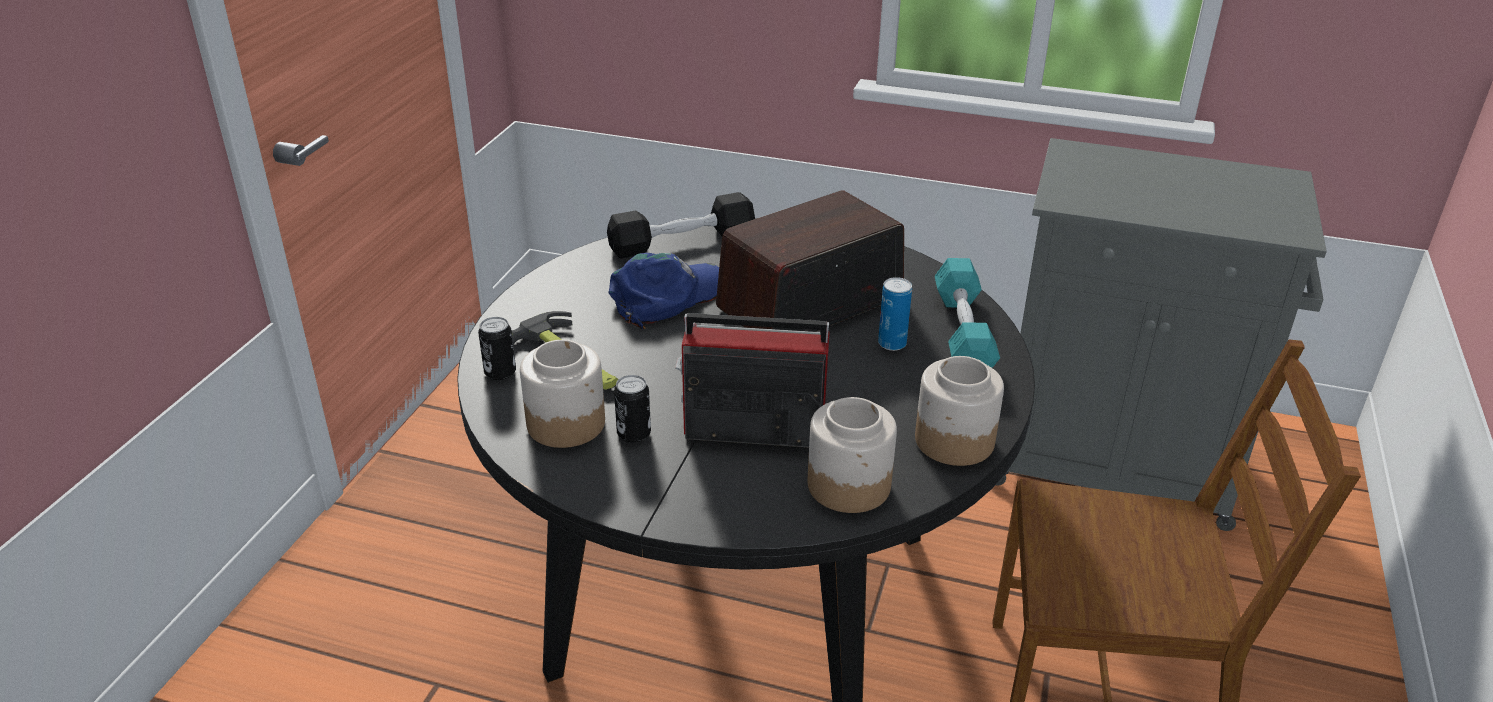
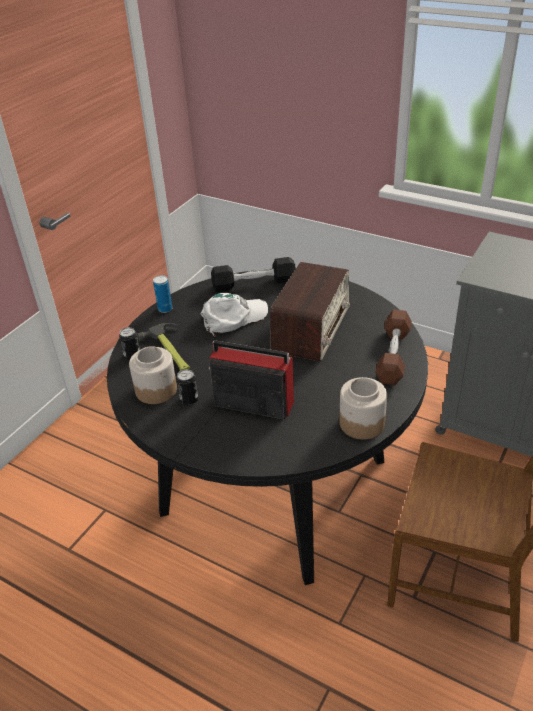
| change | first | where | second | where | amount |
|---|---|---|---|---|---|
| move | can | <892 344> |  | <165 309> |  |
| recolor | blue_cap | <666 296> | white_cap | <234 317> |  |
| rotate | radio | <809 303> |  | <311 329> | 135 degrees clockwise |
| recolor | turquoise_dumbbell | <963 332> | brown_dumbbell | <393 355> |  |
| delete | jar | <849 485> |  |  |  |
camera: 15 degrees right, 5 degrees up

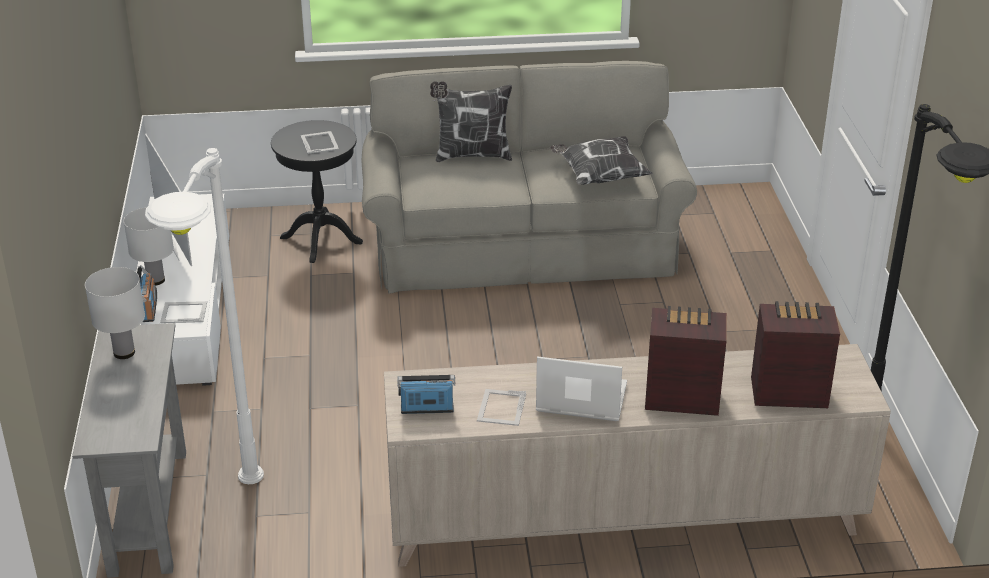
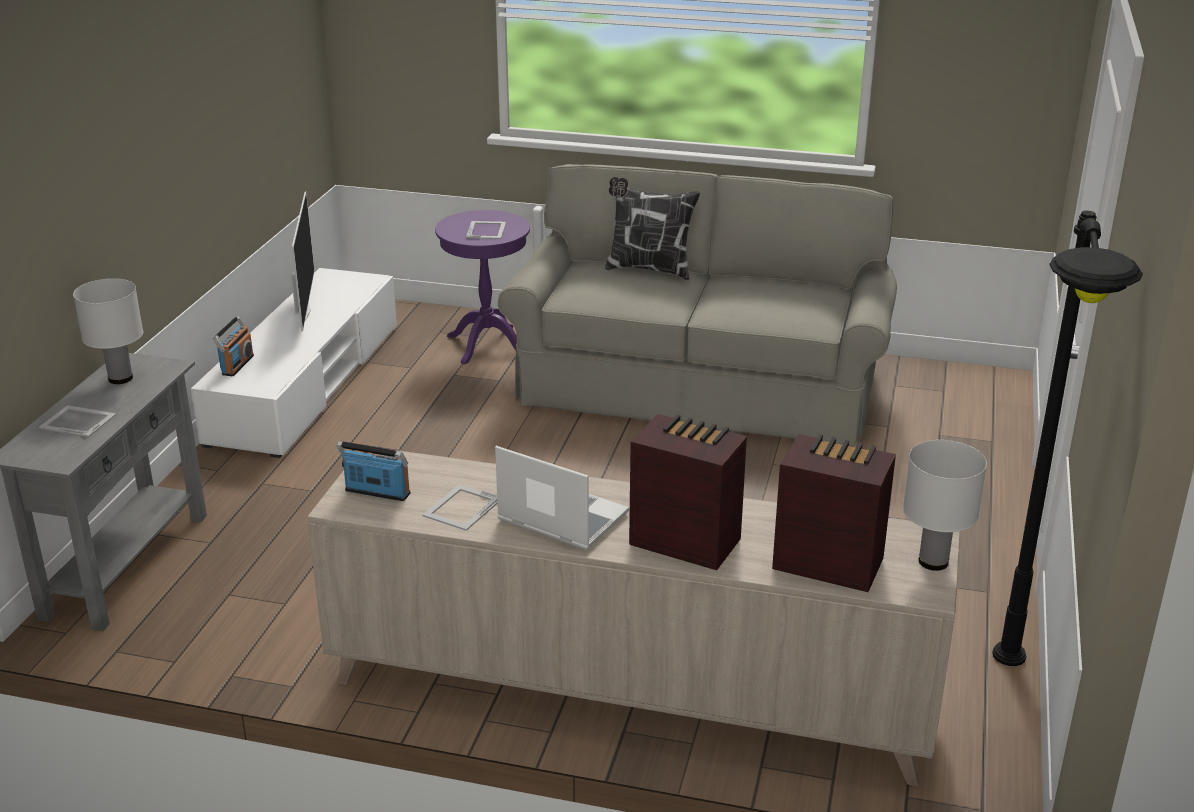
| change | first | where | second | where | amount |
|---|---|---|---|---|---|
| move | picture_frame | <183 312> |  | <77 421> |  |
| recolor | black_side_table | <321 240> | purple_side_table | <487 345> |  |
| move | white_table_lamp | <156 280> |  | <933 562> |  |
| delete | white_floor_lamp | <233 532> |  |  |  |
| delete | pillow | <599 176> |  |  |  |
camera: 20 degrees right, 5 degrees down

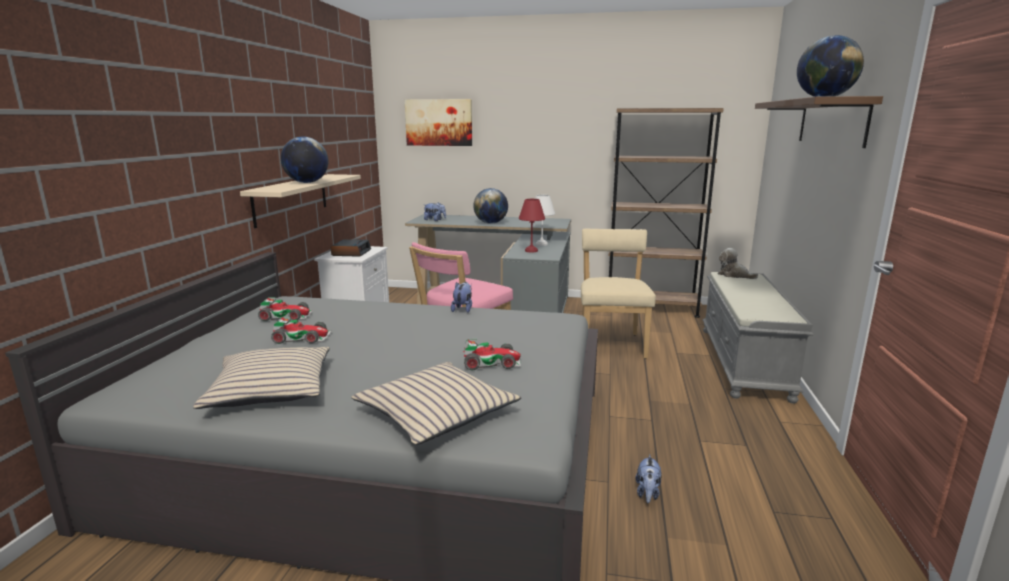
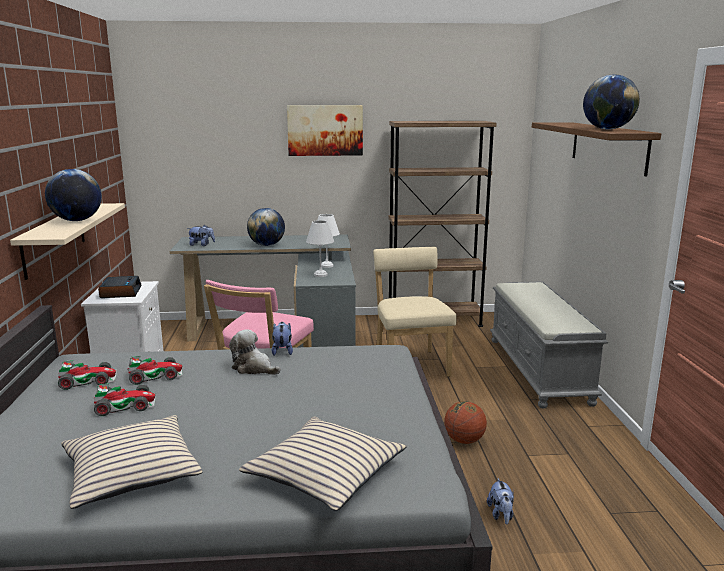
| change | first | where | second | where | amount |
|---|---|---|---|---|---|
| move | toy_car | <491 362> |  | <155 375> |  |
| move | plush_toy | <734 275> |  | <254 368> |  |
| move | picture | <439 122> |  | <325 130> |  |
| recolor | red_table_lamp | <531 251> | white_table_lamp | <321 275> |  |
| insert |  |  | basketball | <464 440> |  |
camera: 15 degrees left, 0 degrees up

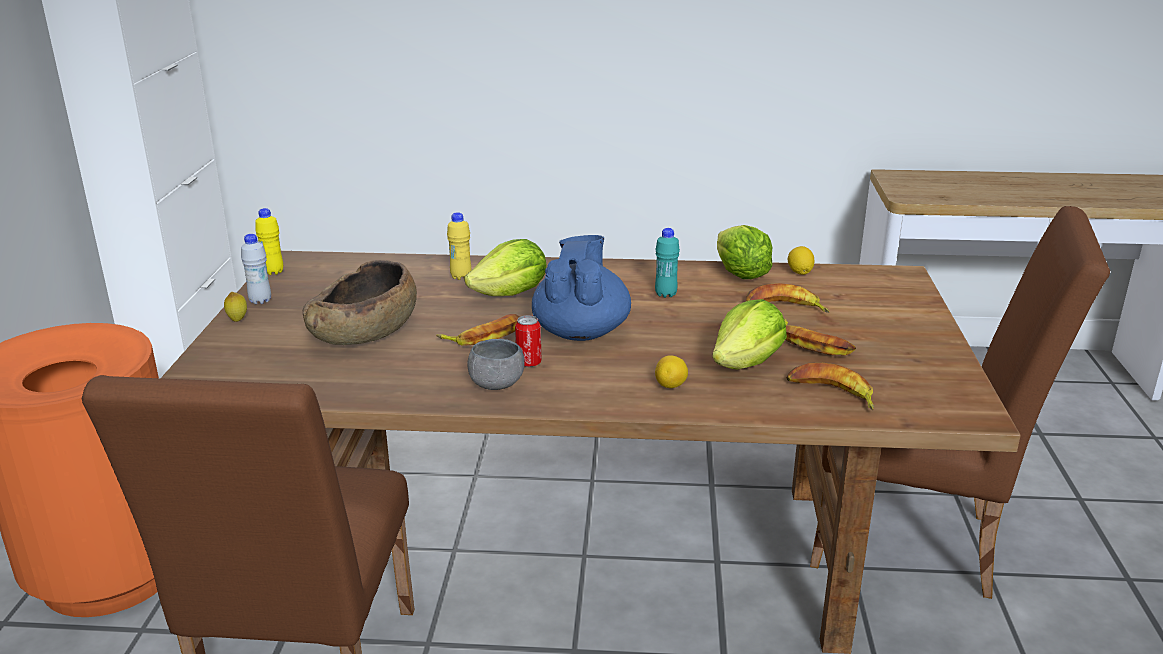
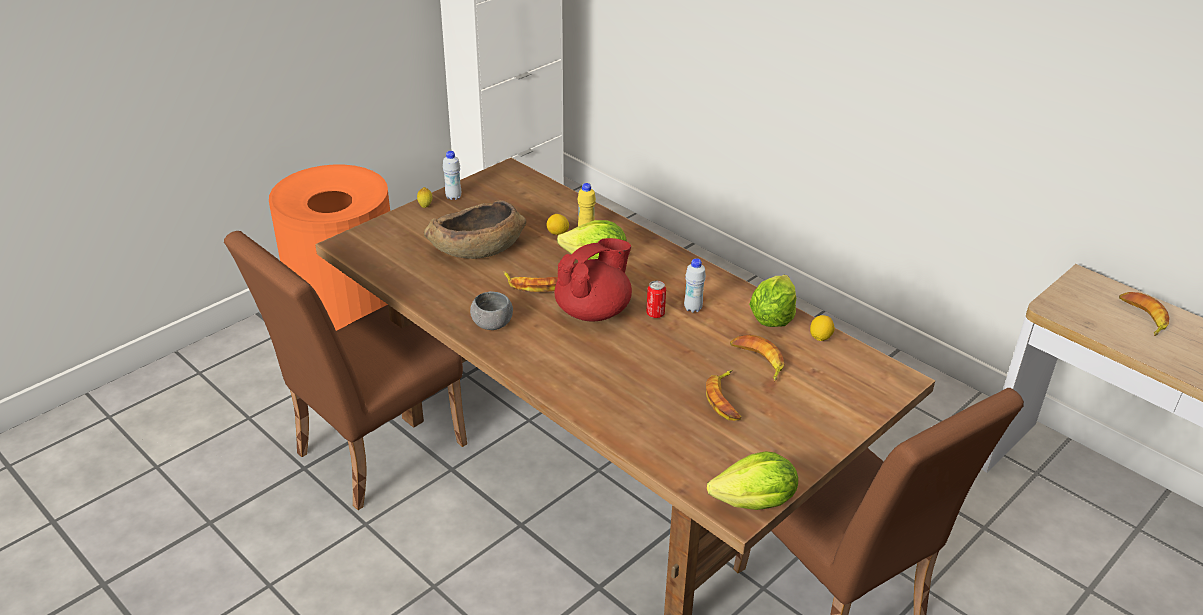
| change | first | where | second | where | amount |
|---|---|---|---|---|---|
| move | lemon | <671 386> |  | <558 233> |  |
| recolor | blue_teapot | <581 331> | red_teapot | <594 311> |  |
| move | can | <528 363> |  | <655 314> |  |
| recolor | turquoise_bottle | <665 294> | white_bottle | <693 308> |  |
| move | lettuce | <747 363> |  | <755 503> |  |
| move | banana | <831 393> |  | <1142 317> |  |
| delete | yellow_bottle | <273 272> |  |  |  |
camera: 40 degrees right, 10 degrees up

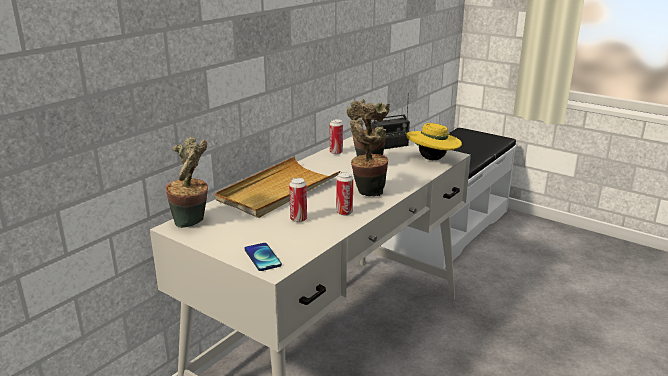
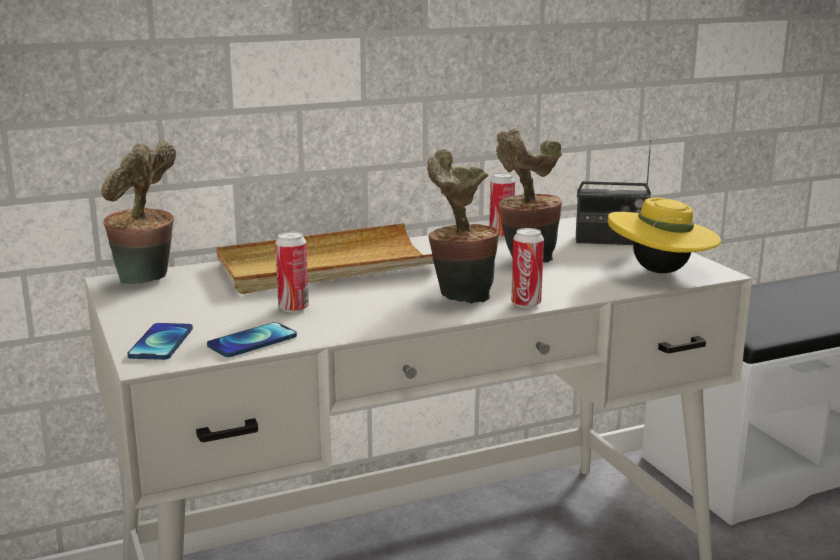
| change | first | where | second | where | amount |
|---|---|---|---|---|---|
| insert |  |  | phone | <252 341> |  |
| move | can | <344 213> |  | <526 304> |  |
camera: 30 degrees right, 5 degrees down

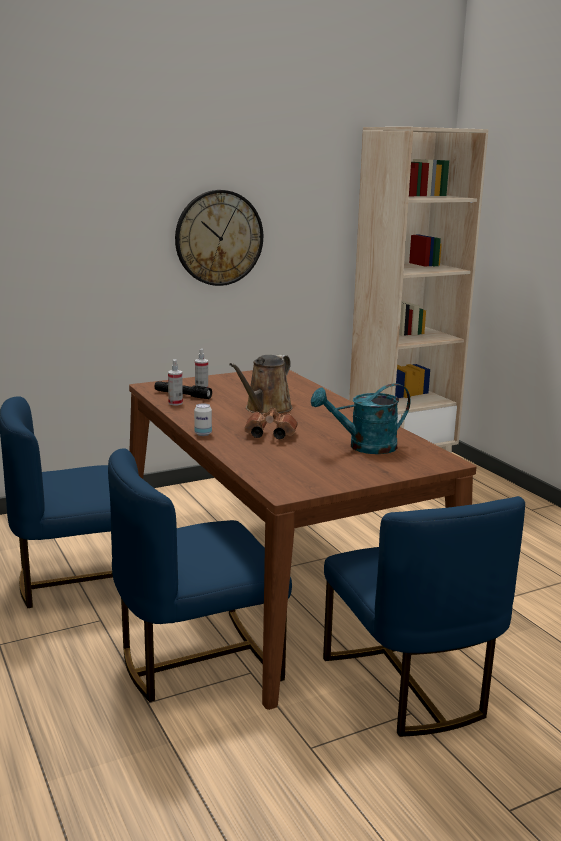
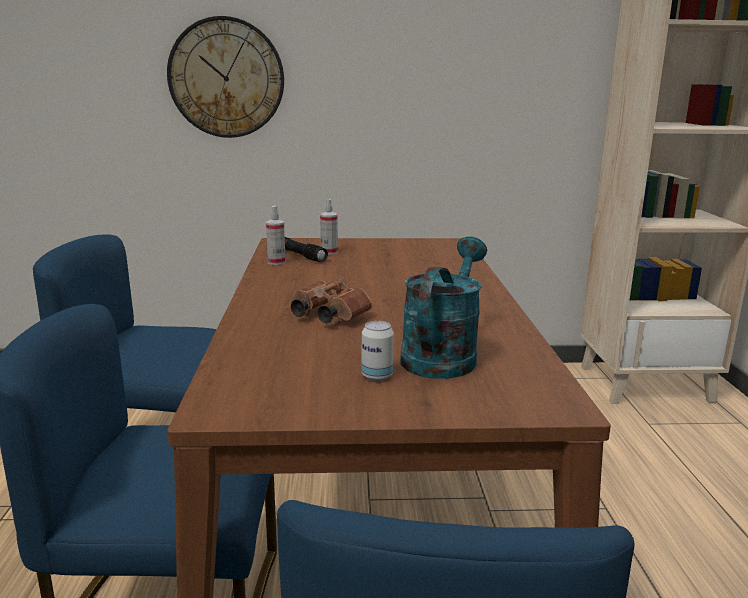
| change | first | where | second | where | amount |
|---|---|---|---|---|---|
| move | wall_clock | <219 238> |  | <226 78> |  |
| move | can | <203 434> |  | <377 376> |  |
| rotate | turquoise_watering_can | <364 447> |  | <442 355> | 105 degrees clockwise |
| delete | brown_watering_can | <266 409> |  |  |  |
camera: 25 degrees right, 0 degrees up

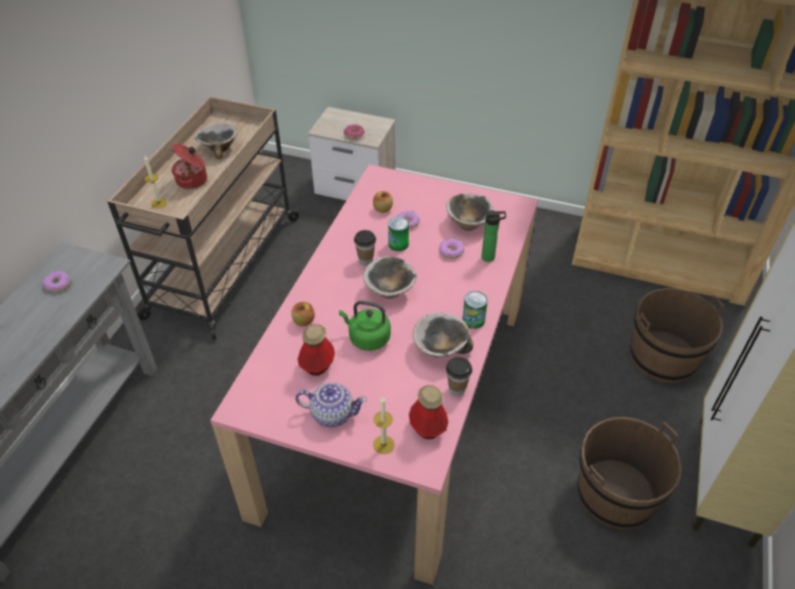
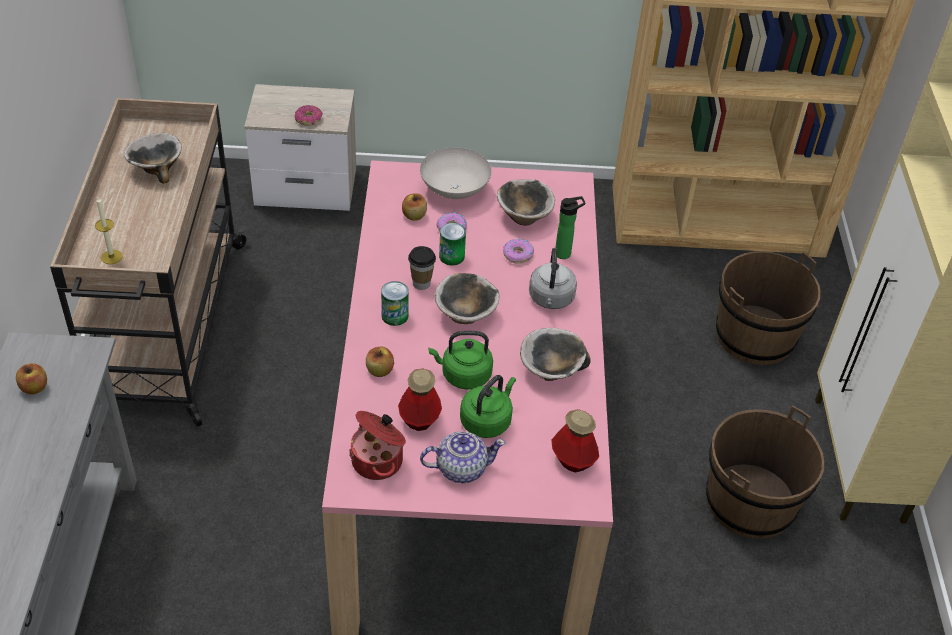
| change | first | where | second | where | amount |
|---|---|---|---|---|---|
| replace | donut | <58 284> | apple | <34 388> |  |
| move | cooking_pot | <193 180> |  | <379 461> |  |
| move | can | <473 320> |  | <394 316> |  |
| insert |  |  | white_bowl | <454 189> |  |
| insert |  |  | green_kettle | <487 420> |  |
| insert |  |  | grey_kettle | <551 299> |  |
| delete | candle | <383 444> |  |  |  |
| delete | cup | <457 389> |  |  |  |
camera: 20 degrees left, 0 degrees up

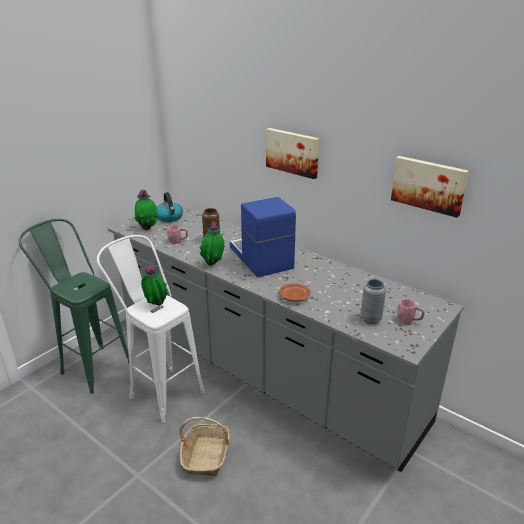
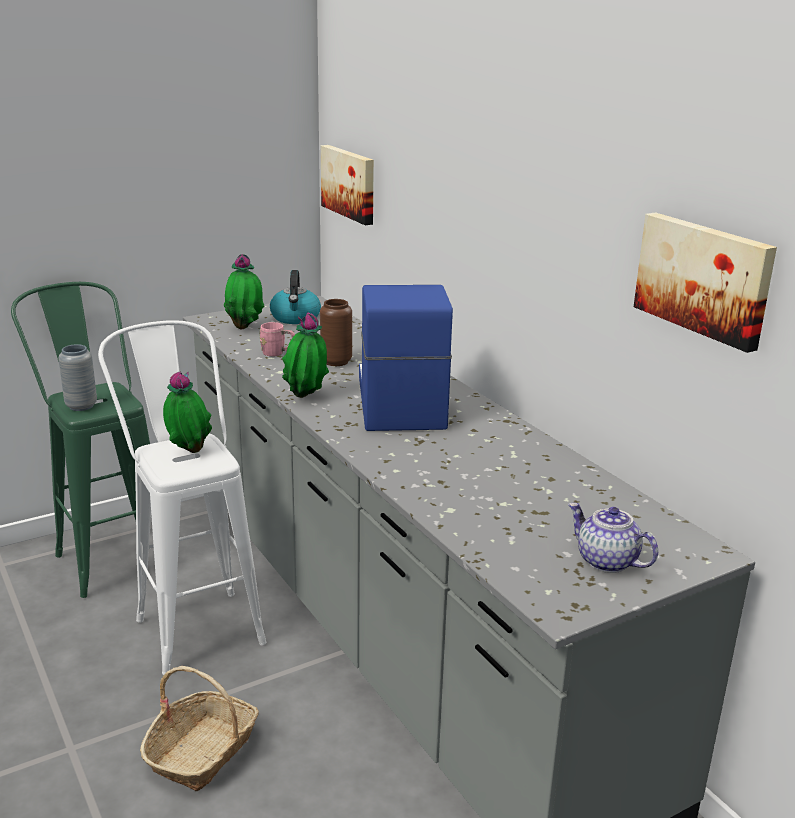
| change | first | where | second | where | amount |
|---|---|---|---|---|---|
| move | grey_vase | <370 319> |  | <81 406> |  |
| move | picture | <293 152> |  | <350 183> |  |
| replace | pink_mug | <409 321> | teapot | <606 561> |  |
| delete | brown_plate | <294 297> |  |  |  |
camera: 20 degrees right, 5 degrees down

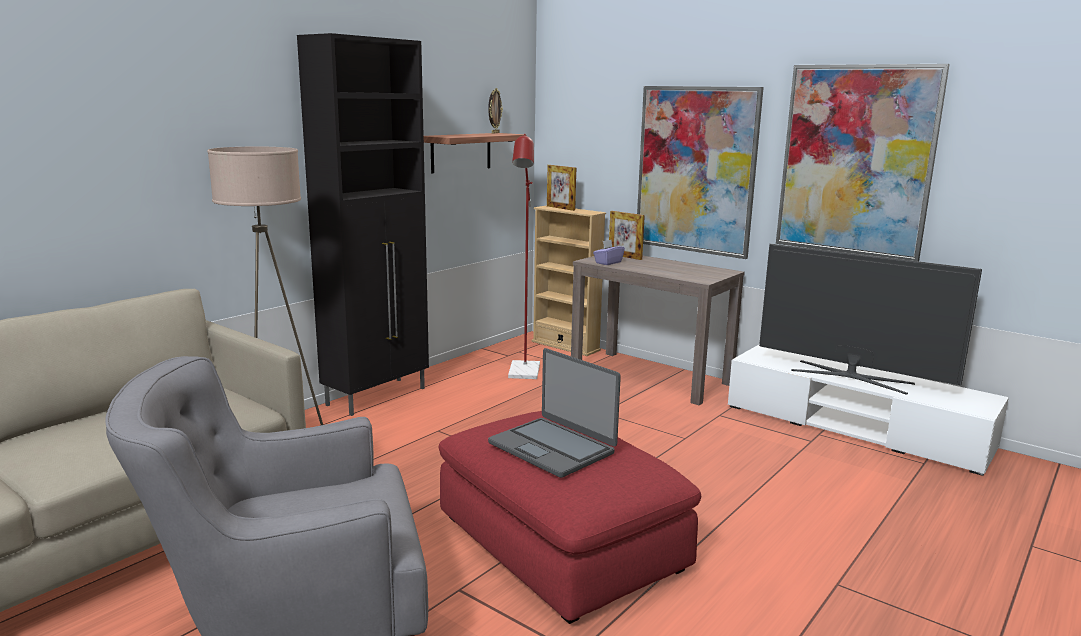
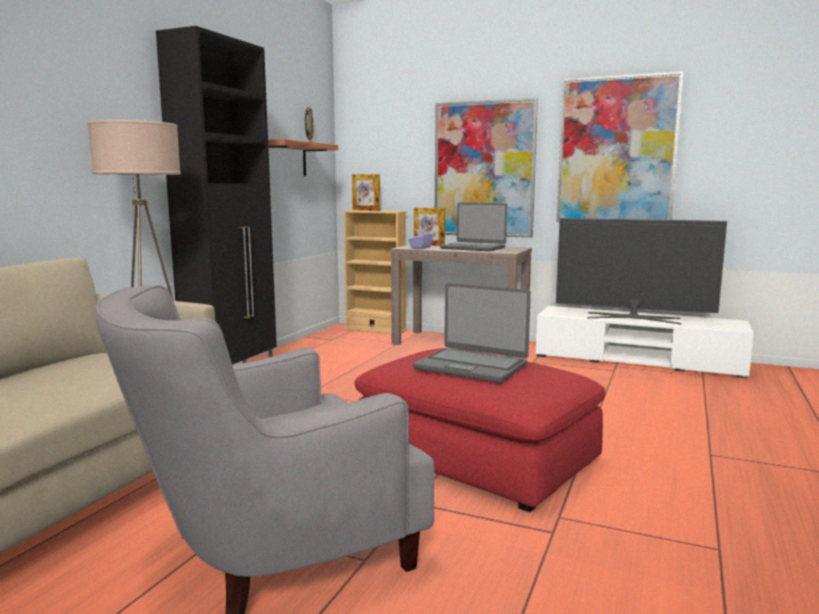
| change | first | where | second | where | amount |
|---|---|---|---|---|---|
| insert |  |  | laptop | <473 248> |  |
| delete | red_floor_lamp | <523 374> |  |  |  |
camera: 15 degrees left, 5 degrees down

